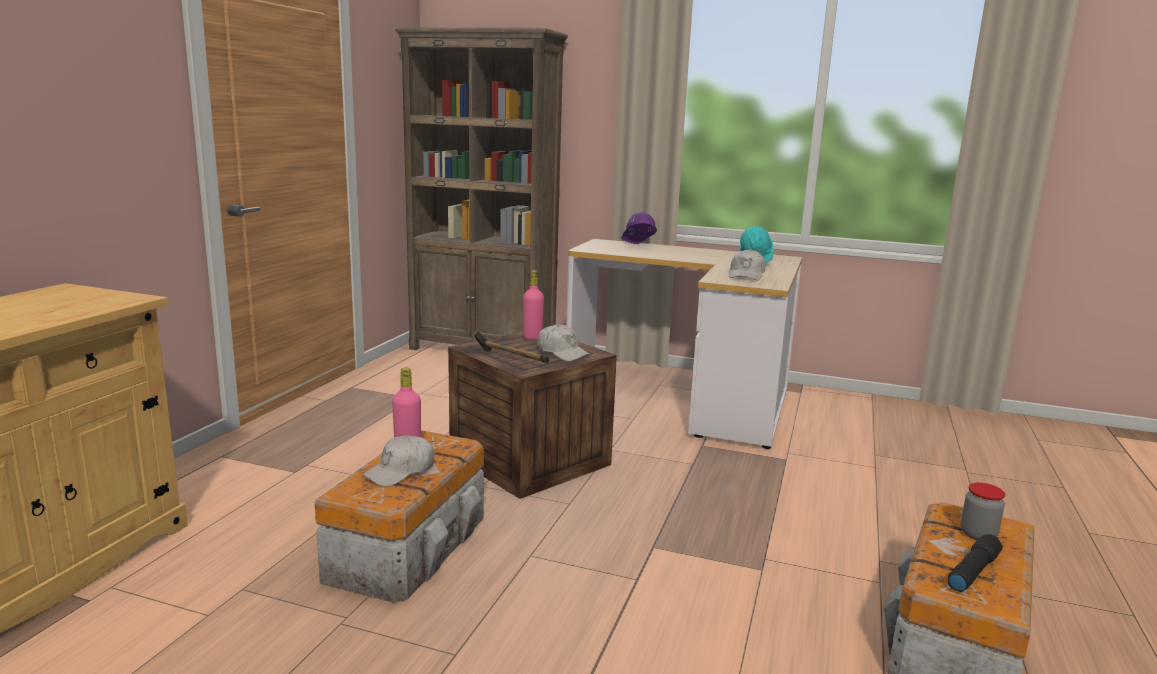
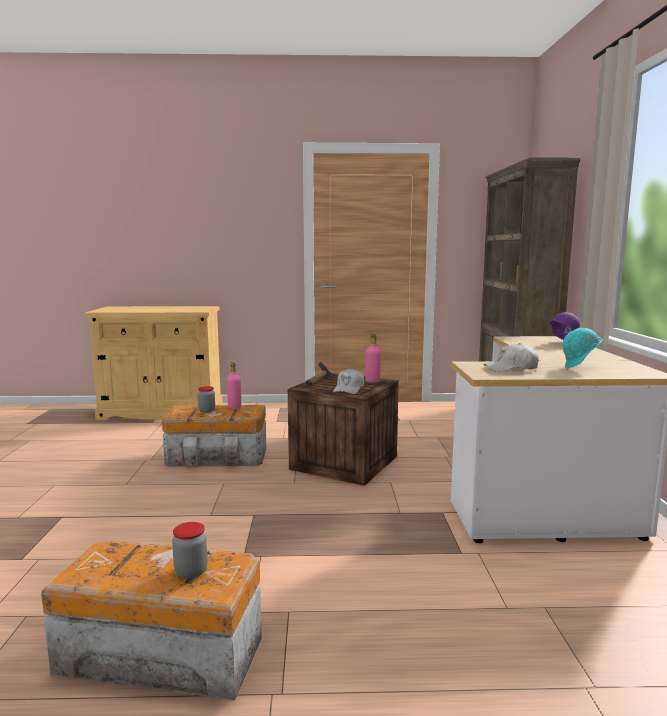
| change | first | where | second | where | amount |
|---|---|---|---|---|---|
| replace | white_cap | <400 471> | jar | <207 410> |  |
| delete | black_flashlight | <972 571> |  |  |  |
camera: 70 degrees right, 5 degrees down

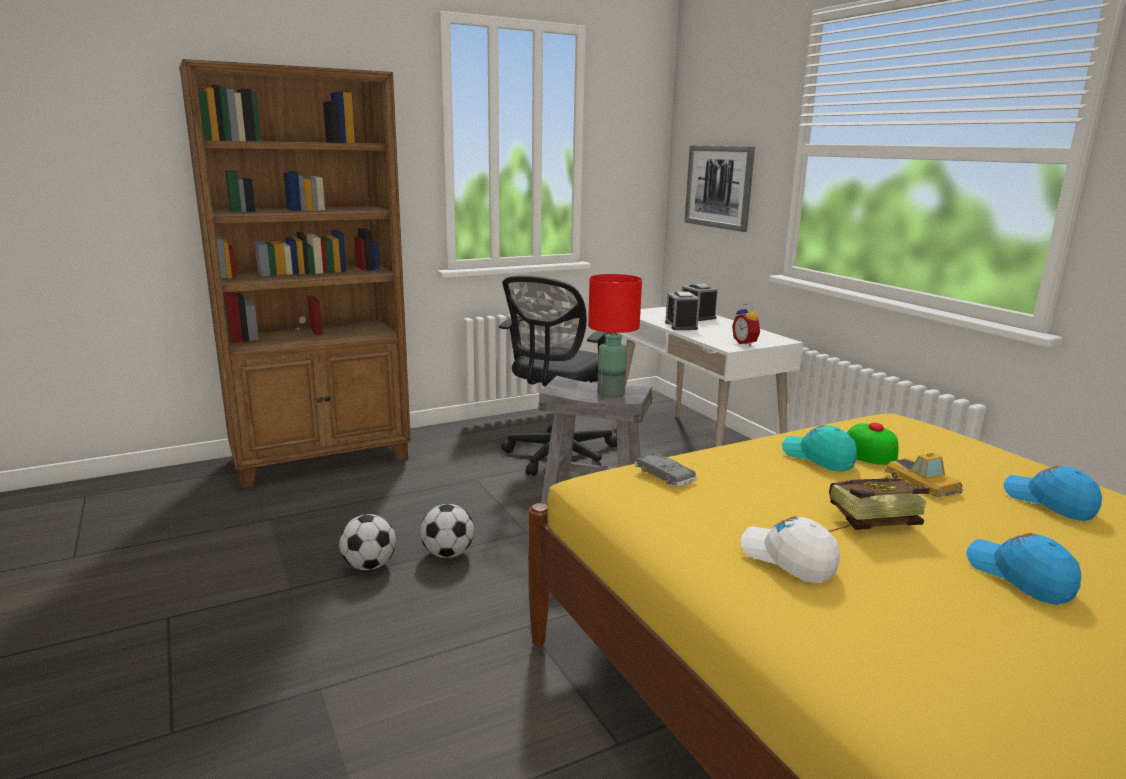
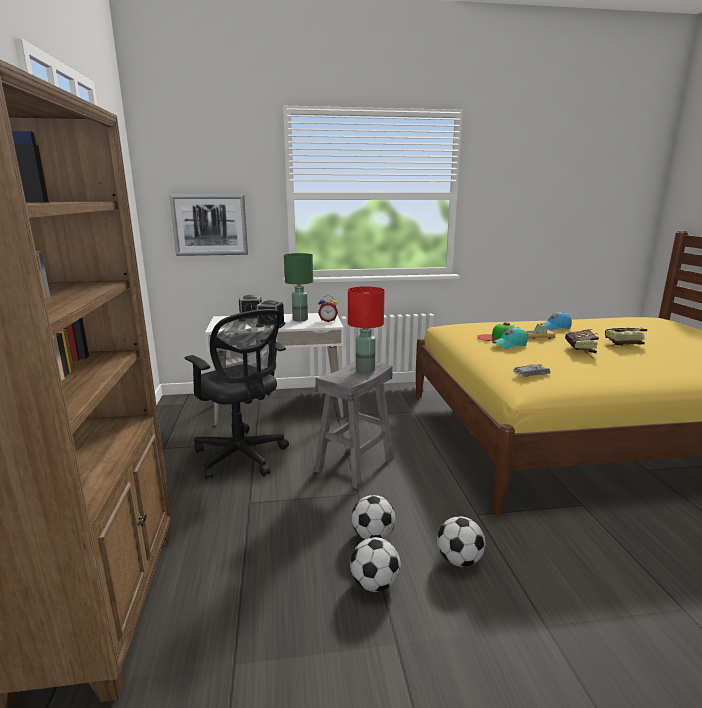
| change | first | where | second | where | amount |
|---|---|---|---|---|---|
| insert |  |  | green_table_lamp | <300 319> |  |
| insert |  |  | football | <459 560> |  |
| replace | blue_cap | <1019 577> | book | <619 344> |  |
| delete | white_cap | <788 559> |  |  |  |
camera: 70 degrees left, 0 degrees up

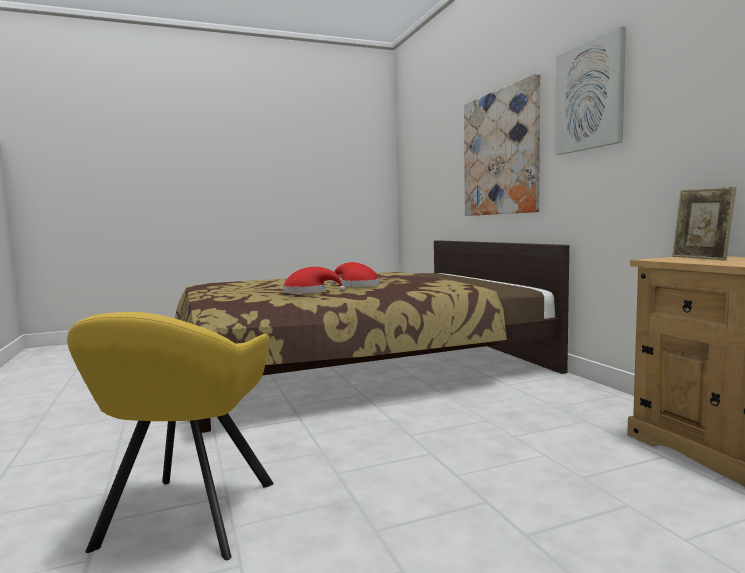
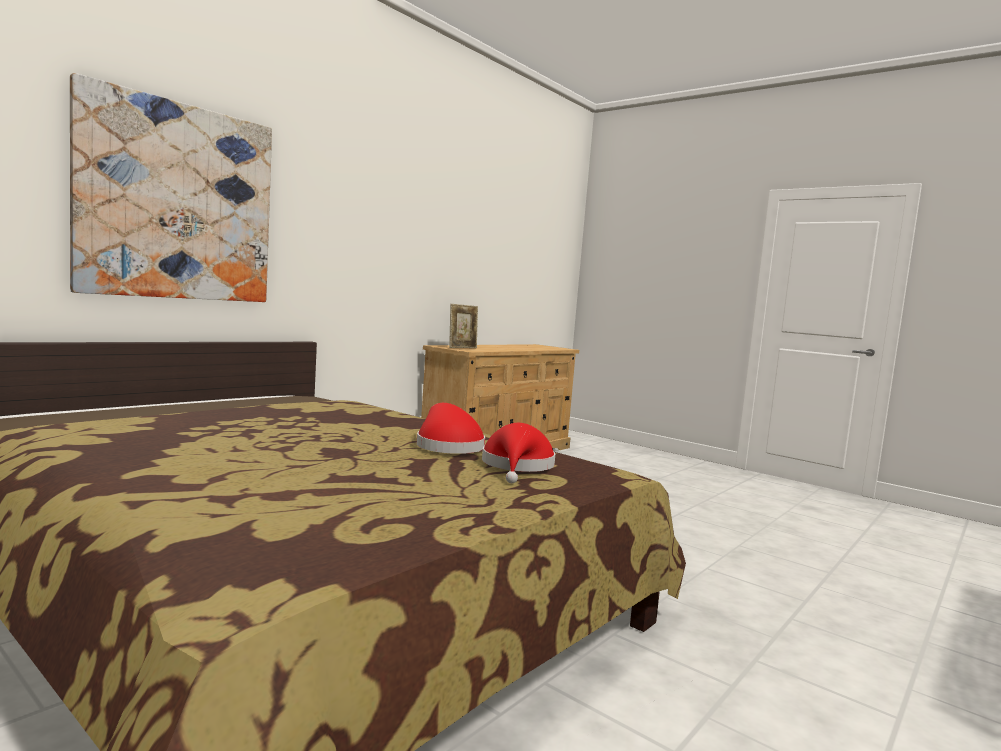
| change | first | where | second | where | amount |
|---|---|---|---|---|---|
| move | red_hat | <356 286> |  | <517 466> |  |
| delete | yellow_armchair | <184 519> |  |  |  |
| delete | picture | <589 96> |  |  |  |
camera: 120 degrees left, 0 degrees up

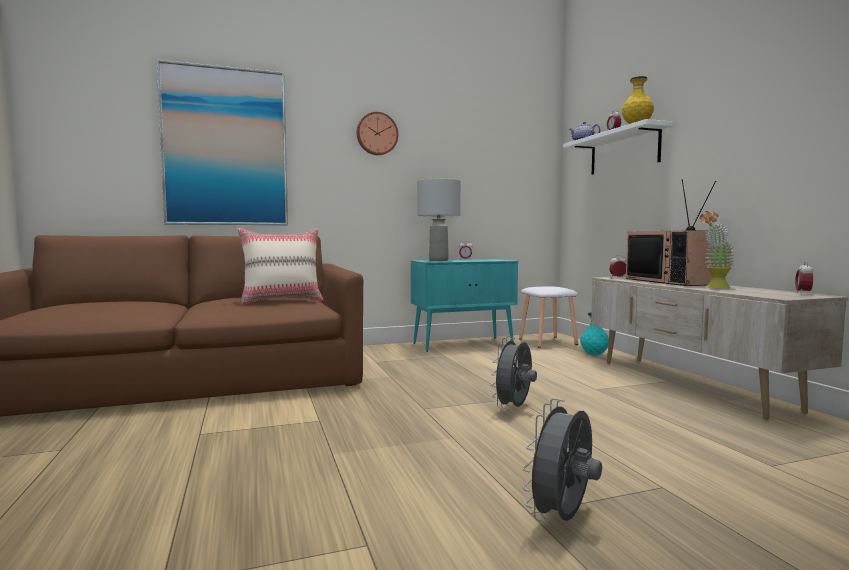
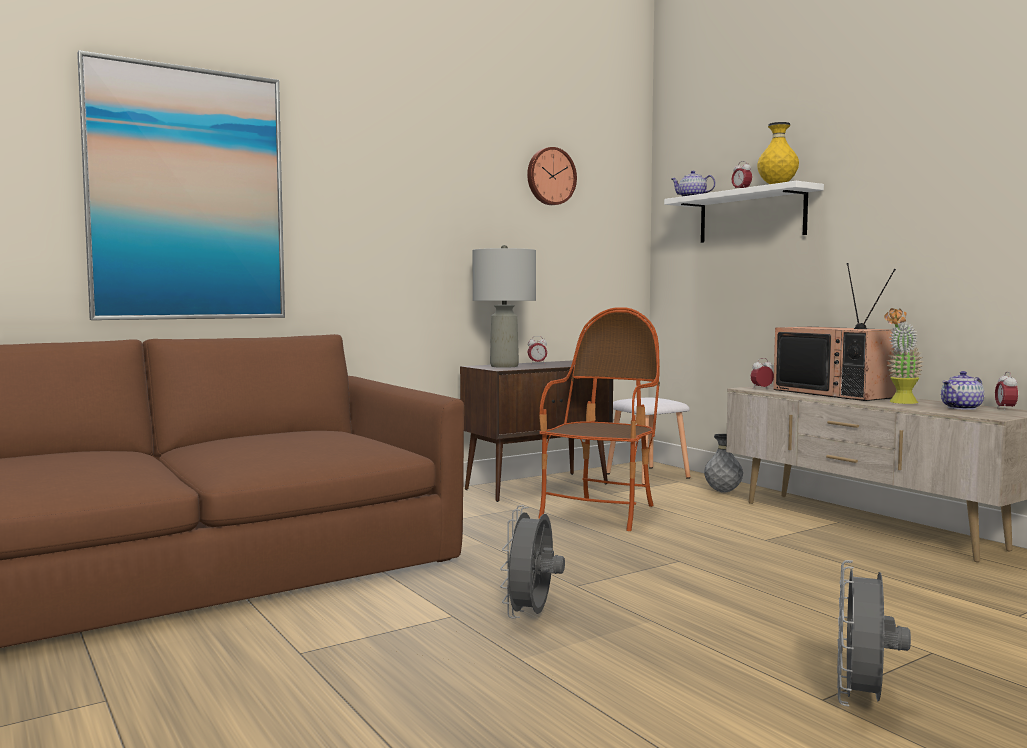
| change | first | where | second | where | amount |
|---|---|---|---|---|---|
| recolor | turquoise_cabinet | <464 344> | brown_cabinet | <538 486> |  |
| move | grey_fan | <514 408> |  | <532 616> |  |
| move | wall_clock | <377 134> |  | <550 176> |  |
| insert |  |  | armchair | <601 513> |  |
| recolor | turquoise_vase | <594 355> | grey_vase | <723 492> |  |
| insert |  |  | teapot | <962 408> |  |
| delete | beige_pillow | <282 301> |  |  |  |
camera: 15 degrees left, 0 degrees up

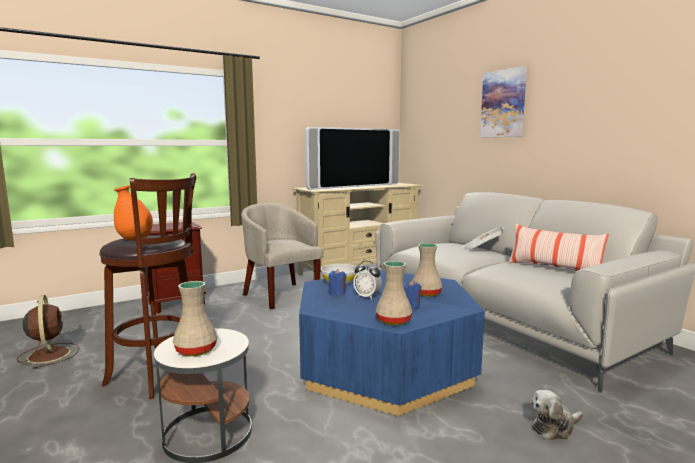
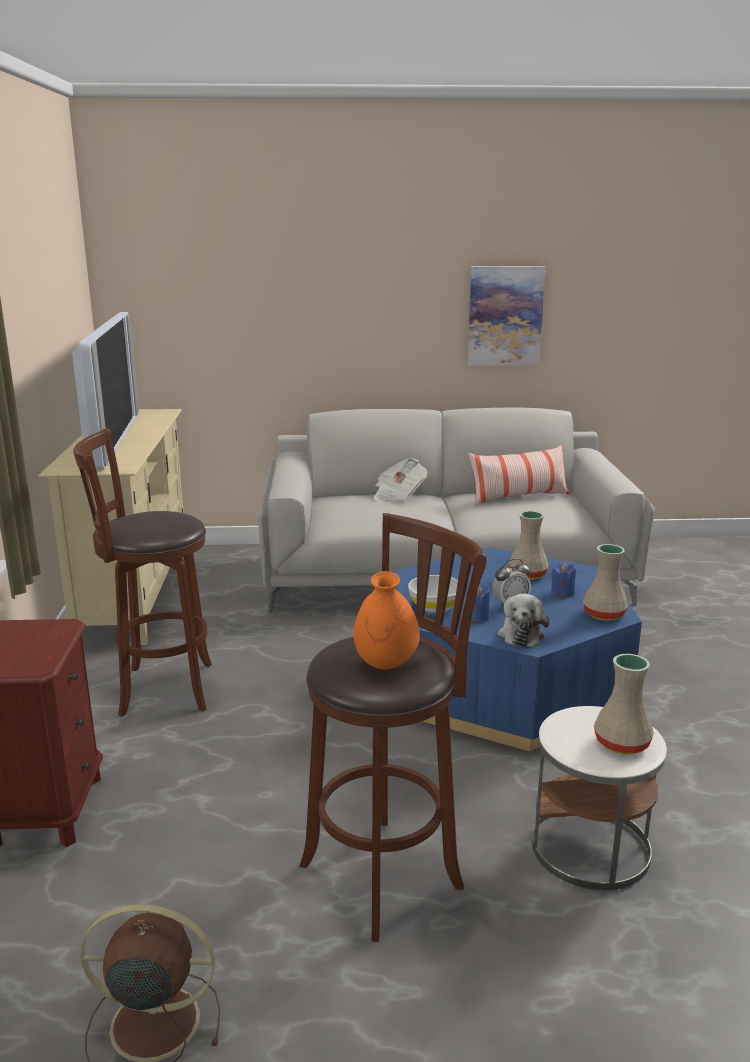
| change | first | where | second | where | amount |
|---|---|---|---|---|---|
| replace | beige_armchair | <280 295> | brown_stool | <160 689> |  |
| move | picture | <503 103> |  | <505 316> |  |
| move | plush_toy | <554 428> |  | <521 634> |  |
camera: 60 degrees left, 10 degrees up

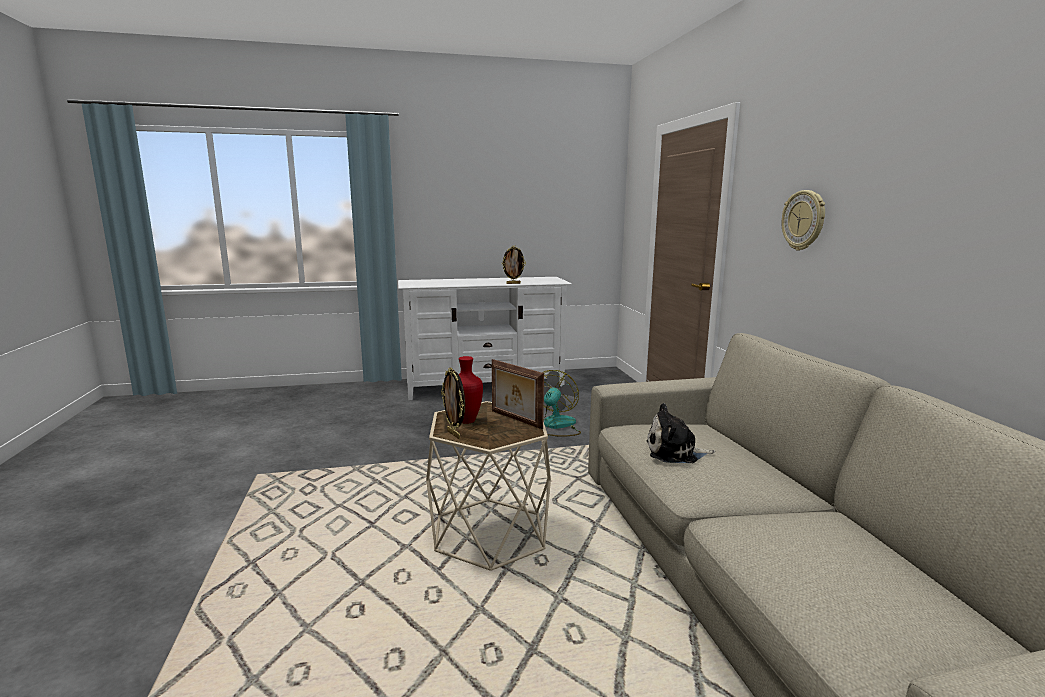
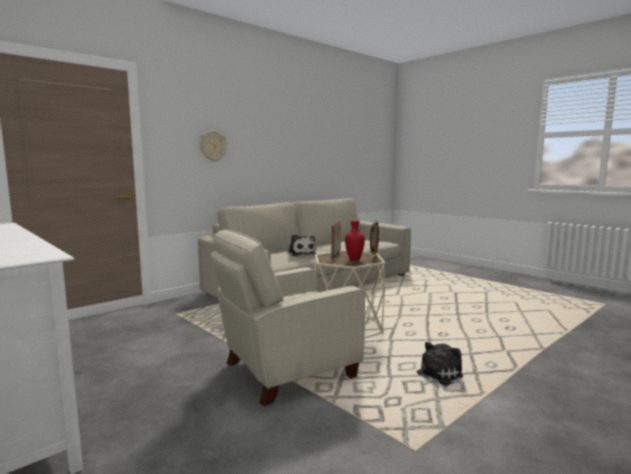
| change | first | where | second | where | amount |
|---|---|---|---|---|---|
| insert |  |  | beige_armchair | <284 370> |  |
| insert |  |  | plush_toy | <437 376> |  |
| delete | picture_frame | <513 283> |  |  |  |
| delete | fan | <556 426> |  |  |  |
camera: 120 degrees left, 5 degrees down

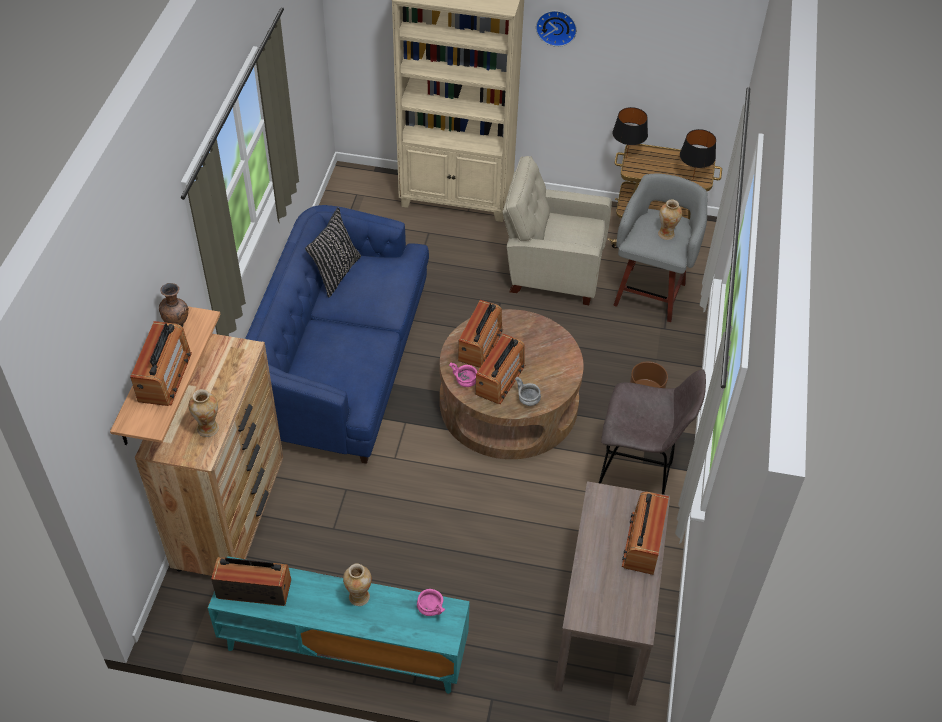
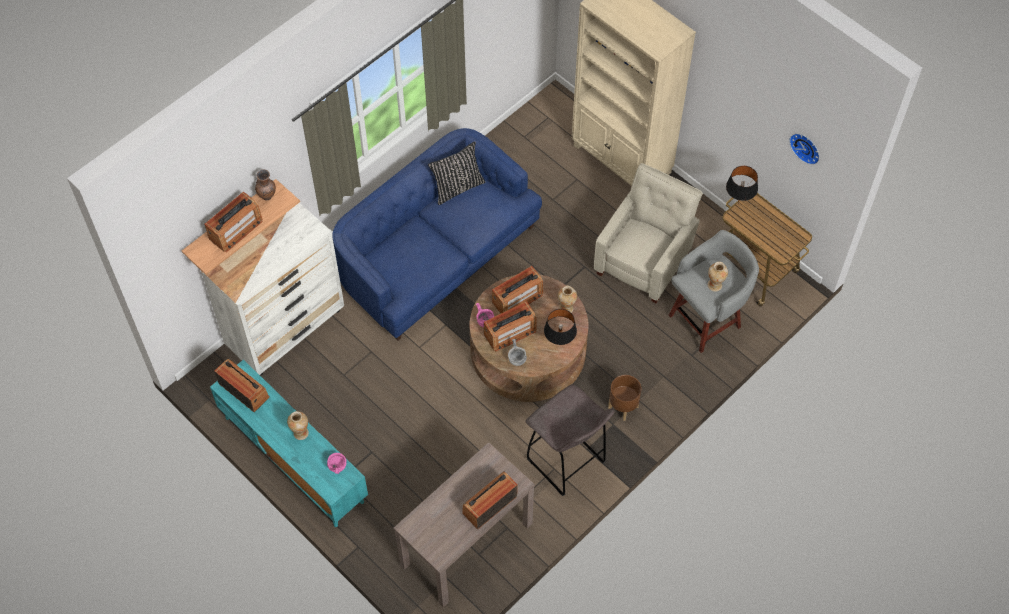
| change | first | where | second | where | amount |
|---|---|---|---|---|---|
| recolor | brown_dresser | <231 516> | white_dresser | <286 328> |  |
| move | black_table_lamp | <692 181> |  | <559 345> |  |
| move | vase | <208 428> |  | <566 308> |  |
| rotate | beige_armchair | <552 271> |  | <645 261> | 75 degrees clockwise |
| move | wall_clock | <556 26> |  | <806 147> |  |
camera: 35 degrees right, 10 degrees up

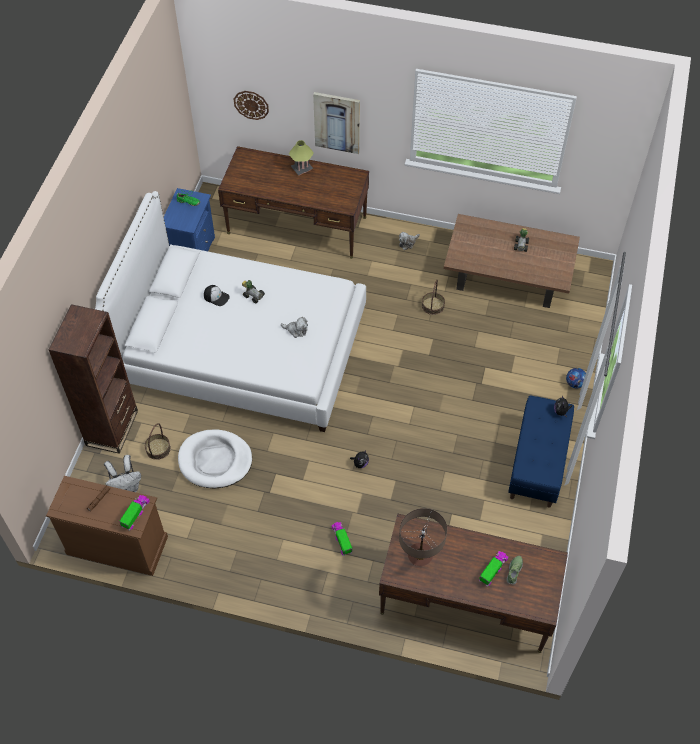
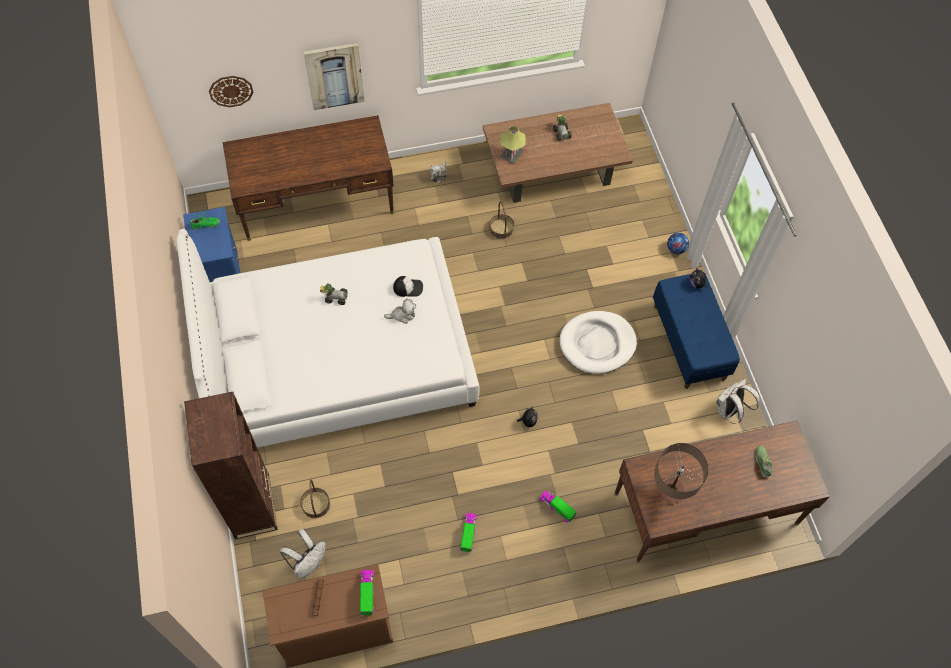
| change | first | where | second | where | amount |
|---|---|---|---|---|---|
| move | cap | <216 297> |  | <408 287> |  |
| move | toy_truck | <493 570> |  | <468 533> |  |
| move | table_lamp | <302 168> |  | <511 155> |  |
| move | white_dog_bed | <215 461> |  | <597 344> |  |
| insert |  |  | white_backpack | <729 411> |  |
camera: 30 degrees left, 5 degrees up

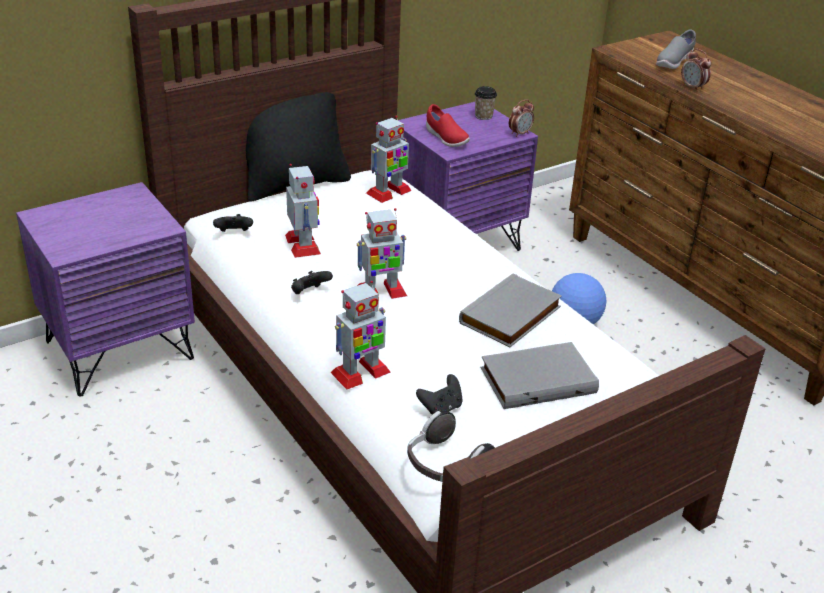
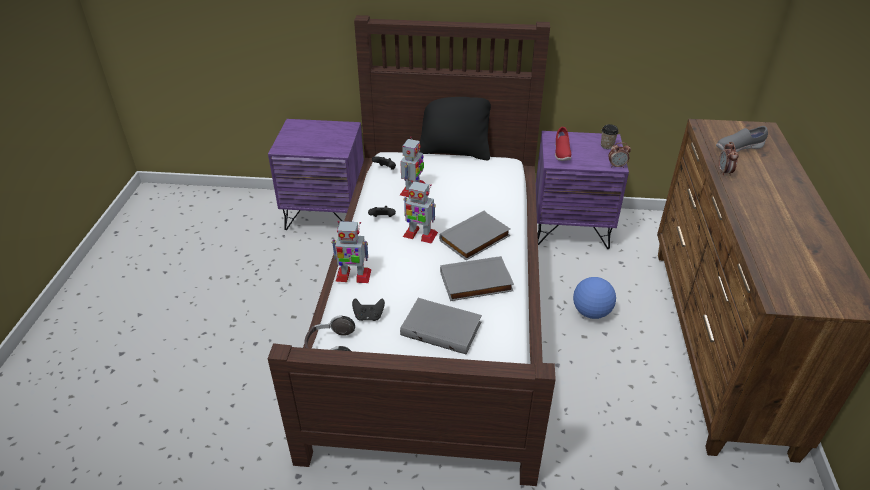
| change | first | where | second | where | amount |
|---|---|---|---|---|---|
| insert |  |  | grey_book | <475 239> |  |
| delete | toy_robot | <388 192> |  |  |  |
camera: 40 degrees right, 5 degrees up

